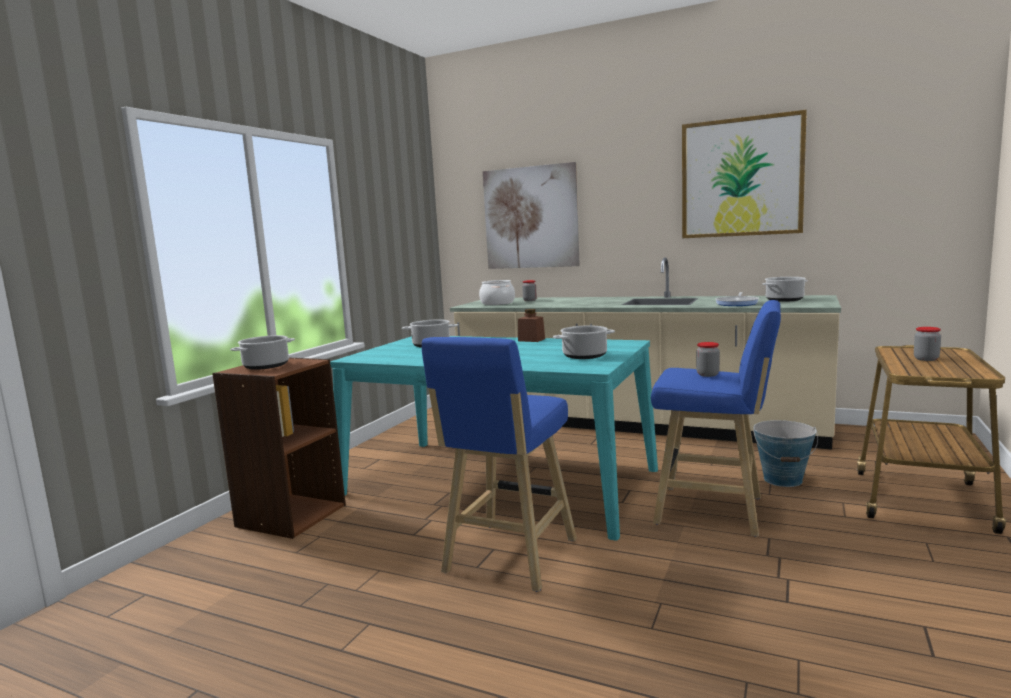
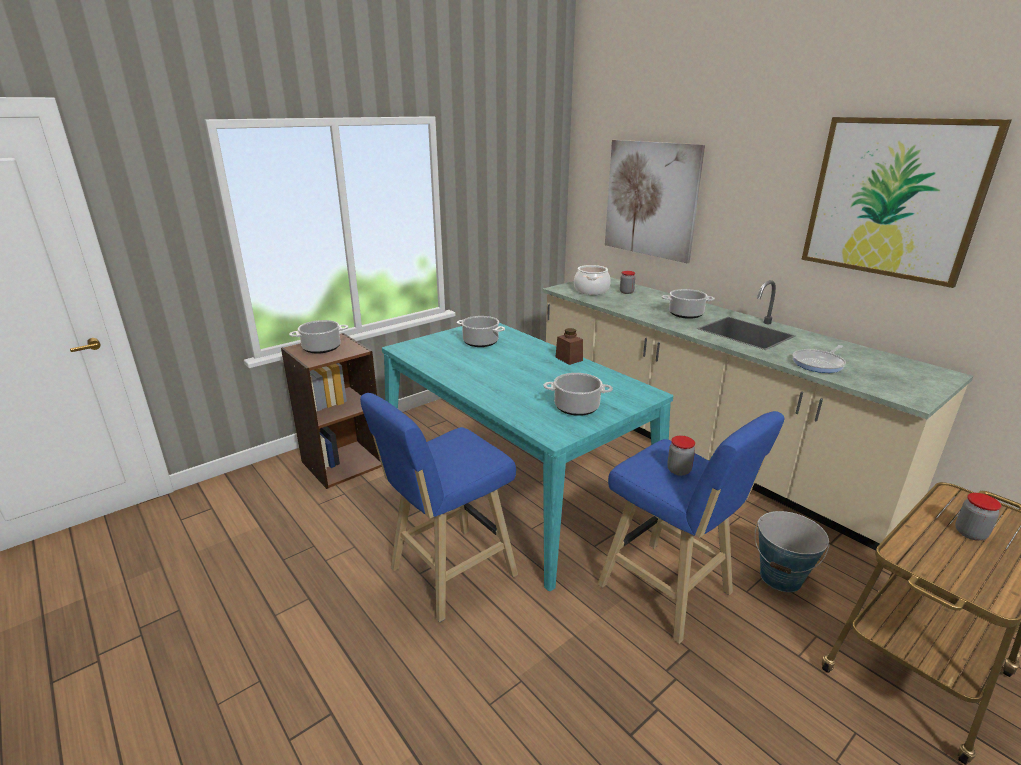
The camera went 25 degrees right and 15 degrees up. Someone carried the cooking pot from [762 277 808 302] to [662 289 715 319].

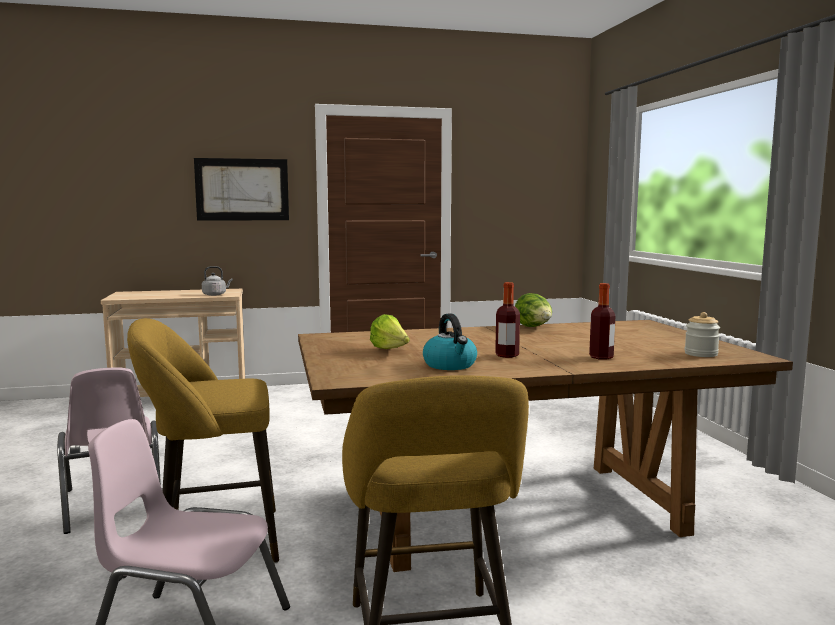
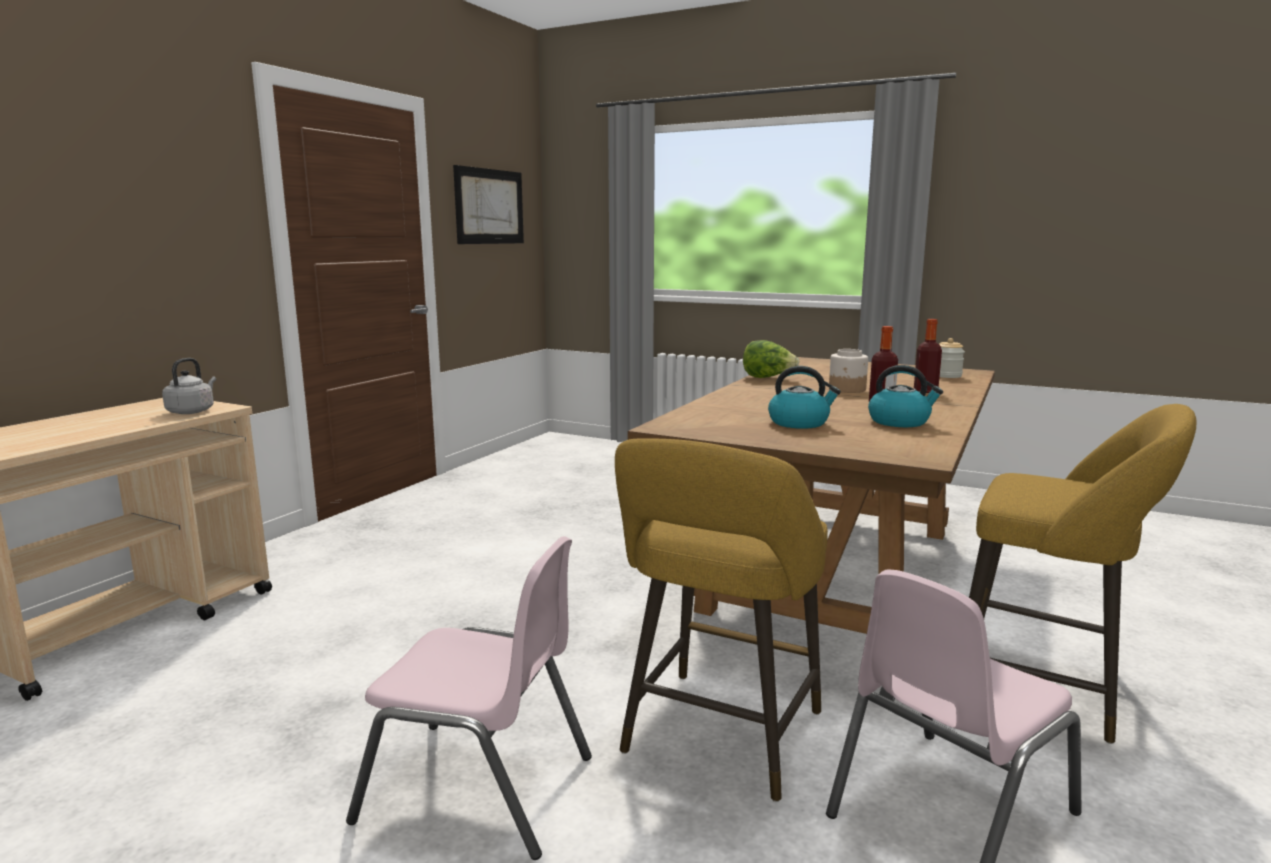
The camera went 50 degrees left and 5 degrees up. Someone carried the picture from [194 158 289 221] to [453 165 524 244]. Someone swapped the lettuce at [370 314 410 349] for the kettle at [768 366 841 429]. Someone put down the jar at [829 349 868 393].

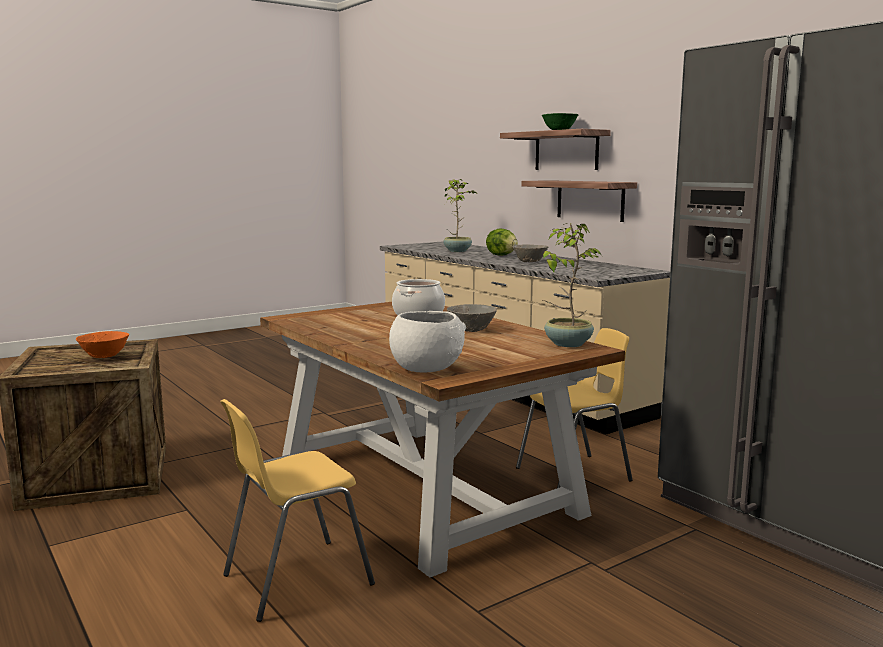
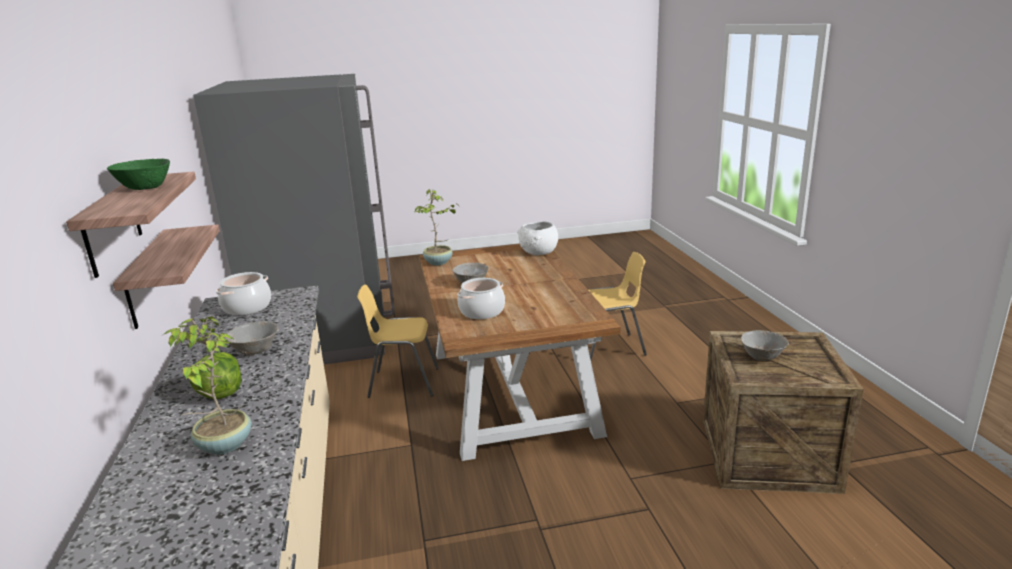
The camera went 155 degrees left and 10 degrees up. Someone put down the cooking pot at [216 272 271 315]. Someone repainted the orange bowl at [76 331 129 358], which became the grey bowl at [741 330 789 361].

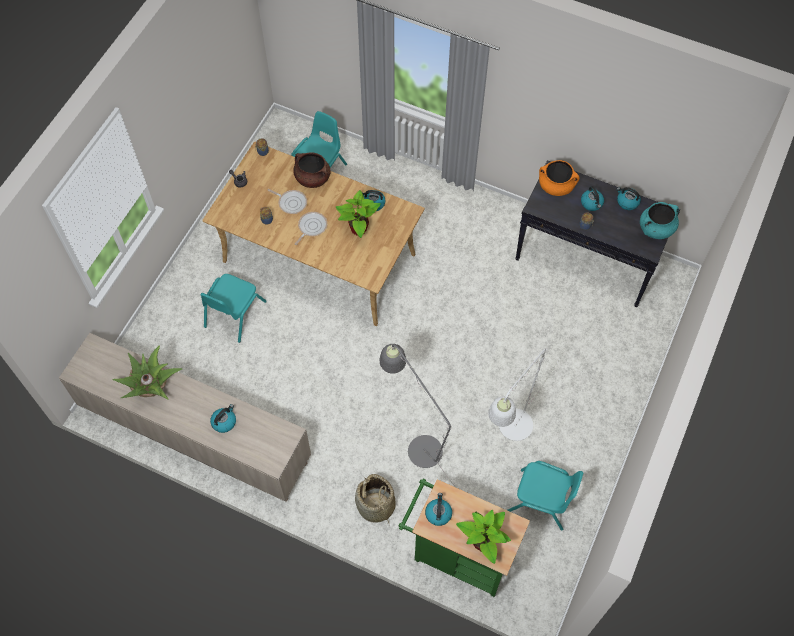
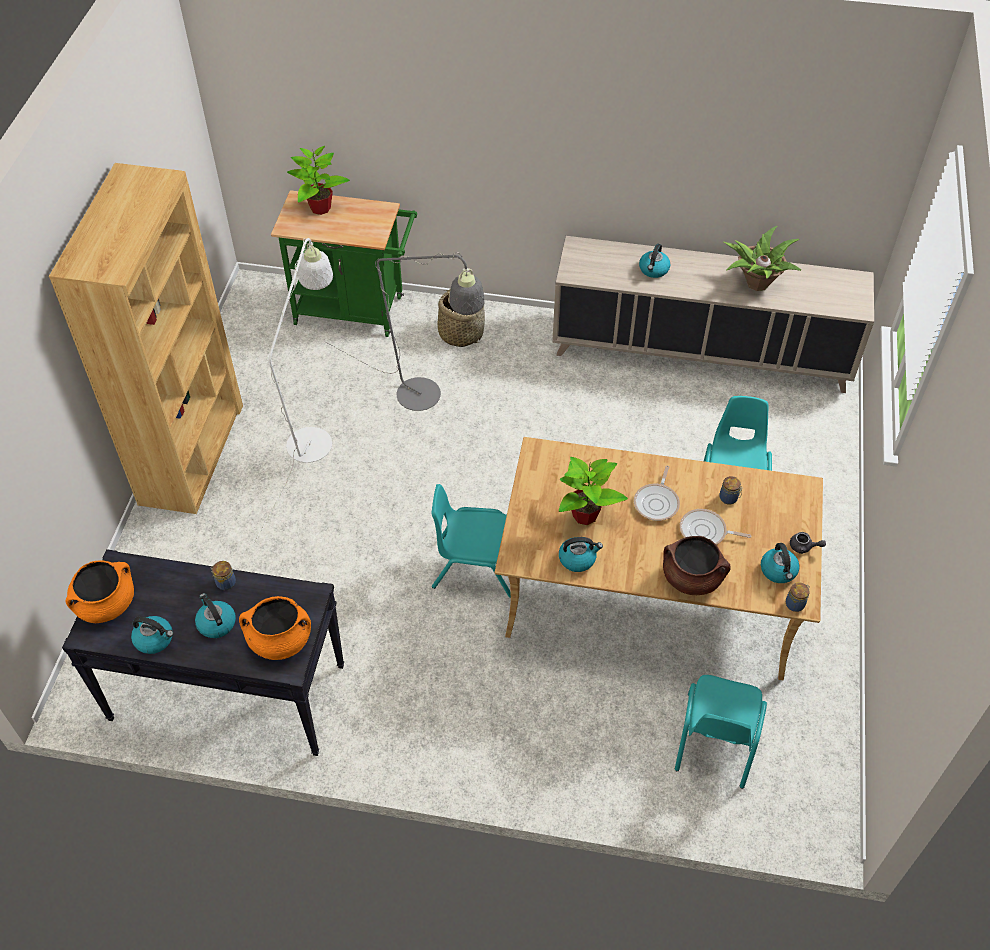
The camera went 165 degrees right and 10 degrees down. Someone put down the brown bookcase at [49 163 243 514]. Someone repainted the turquoise cooking pot at [640 202 679 239], which became the orange cooking pot at [65 560 134 623]. Someone carried the turquoise chair from [507 461 583 531] to [432 484 511 598]. Someone carried the kettle from [425 493 452 526] to [761 543 800 583].

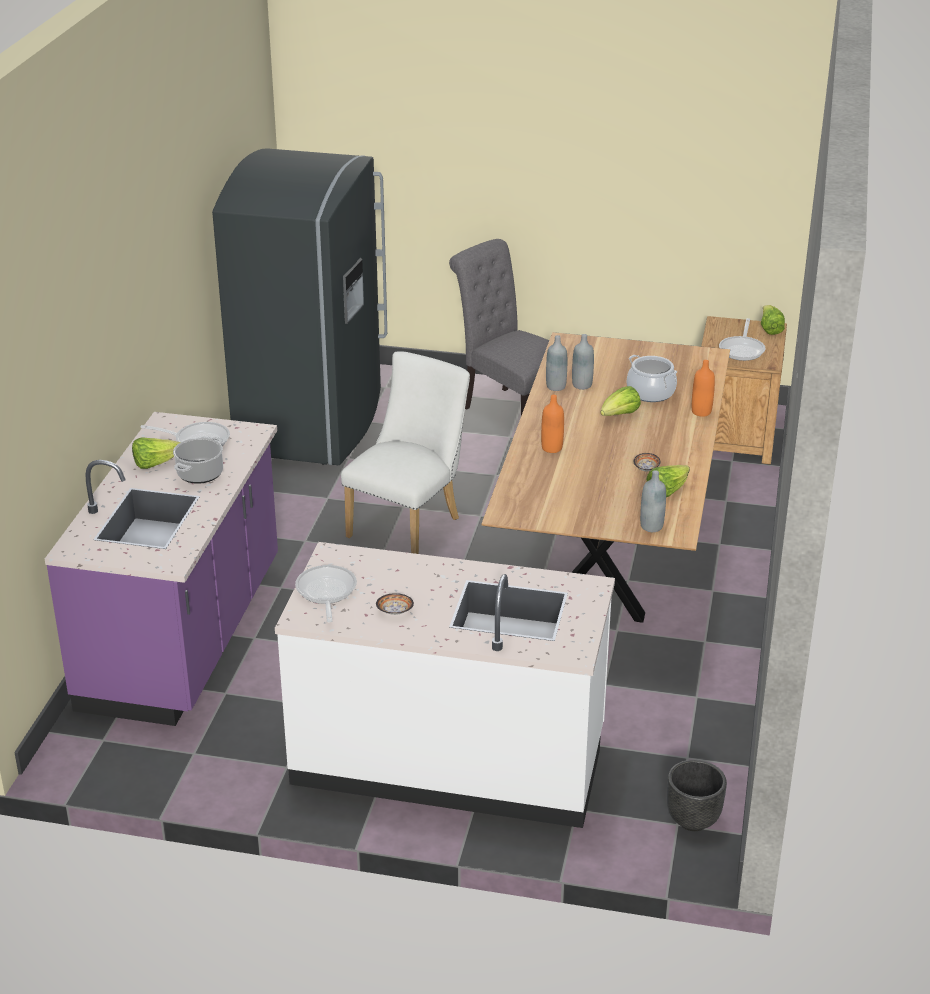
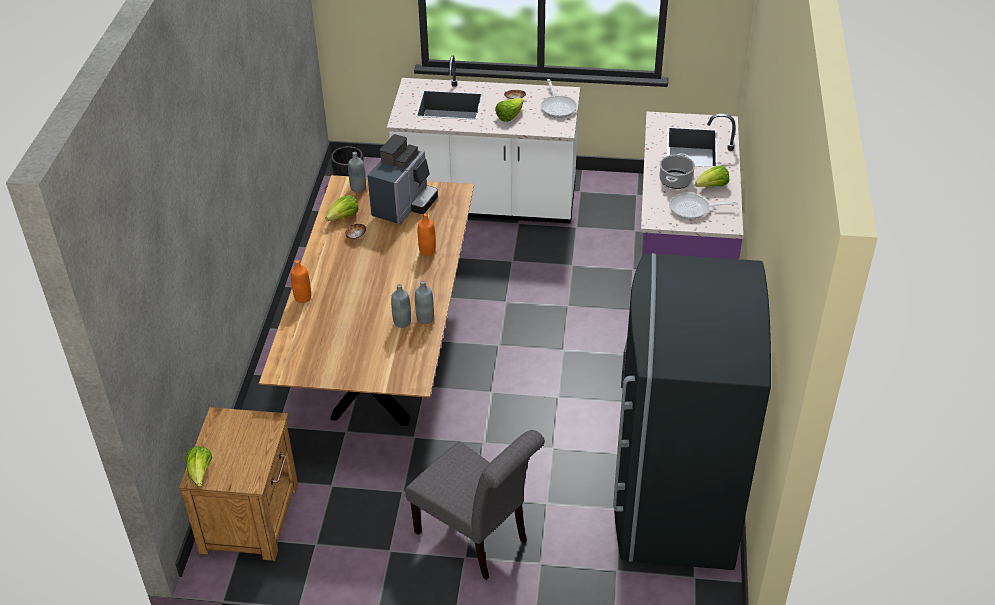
The camera went 175 degrees right and 10 degrees up. Someone put down the coffee machine at [367 134 438 225]. Someone carried the lettuce from [601 386 641 416] to [495 98 524 122]. Someone took away the white chair at [341 351 470 554]. Someone took away the cooking pot at [627 355 677 402]. Someone took away the frying pan at [719 318 765 361].

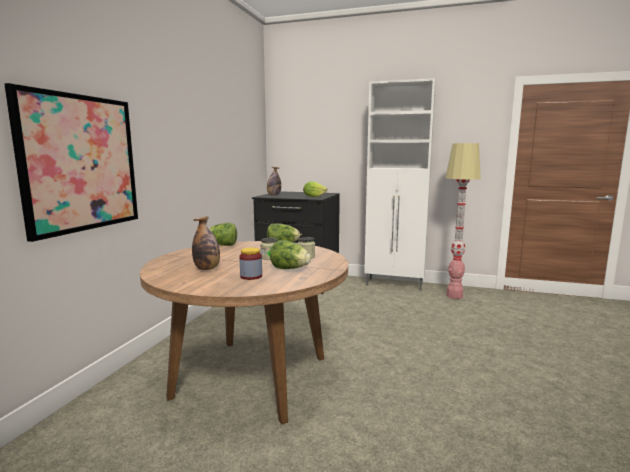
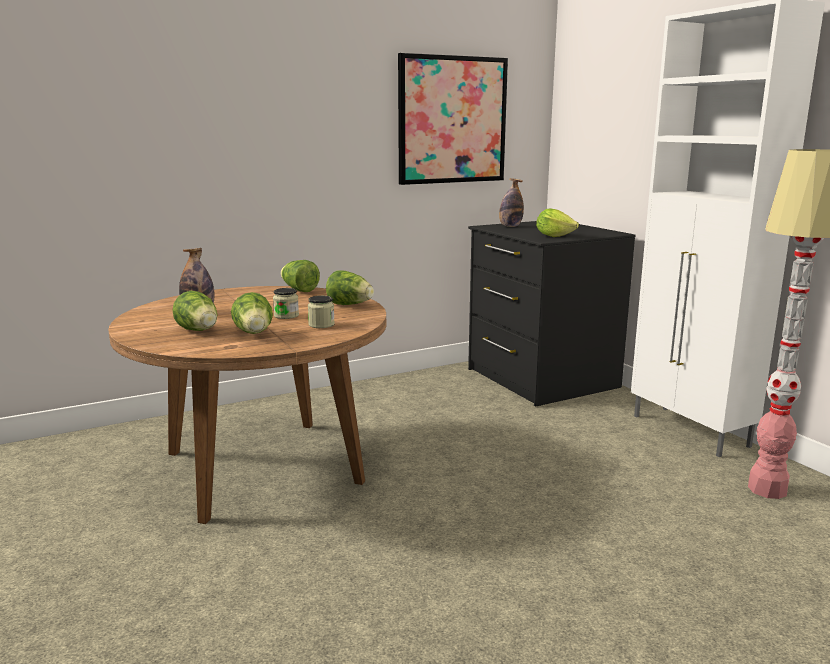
The camera went 45 degrees right and 5 degrees up. Someone swapped the jar at [239 248 262 280] for the lettuce at [172 291 217 331]. Someone carried the picture from [4 83 138 242] to [398 53 508 185].

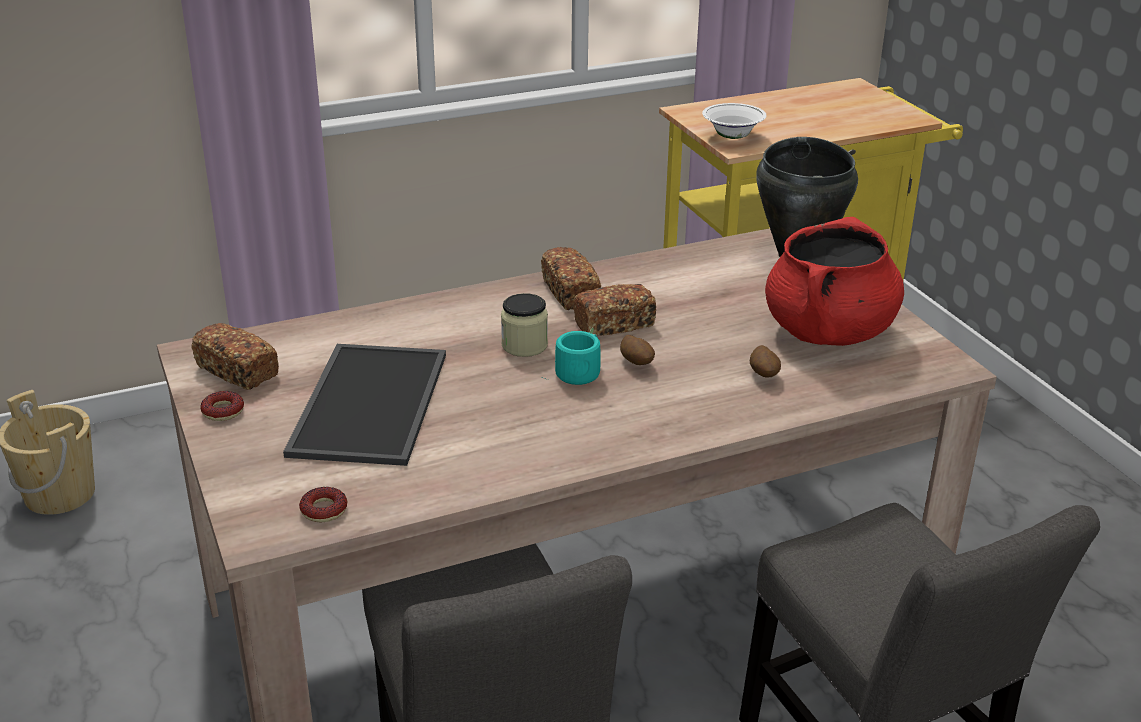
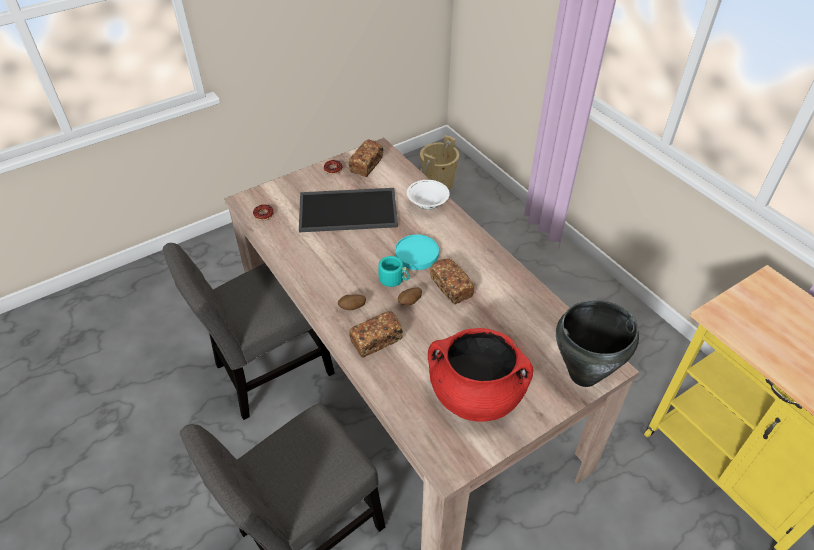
The camera went 80 degrees right and 15 degrees up. Someone carried the potato from [750 345 781 378] to [338 294 366 310]. Someone carried the bread from [541 247 601 310] to [349 311 403 358]. Someone swapped the jar at [501 293 548 357] for the turquoise plate at [395 235 439 270]. Someone carried the white bowl from [702 103 767 139] to [407 180 450 210].

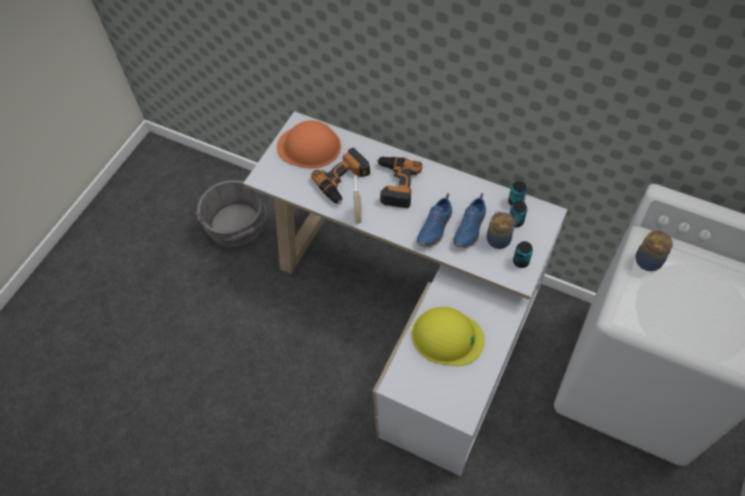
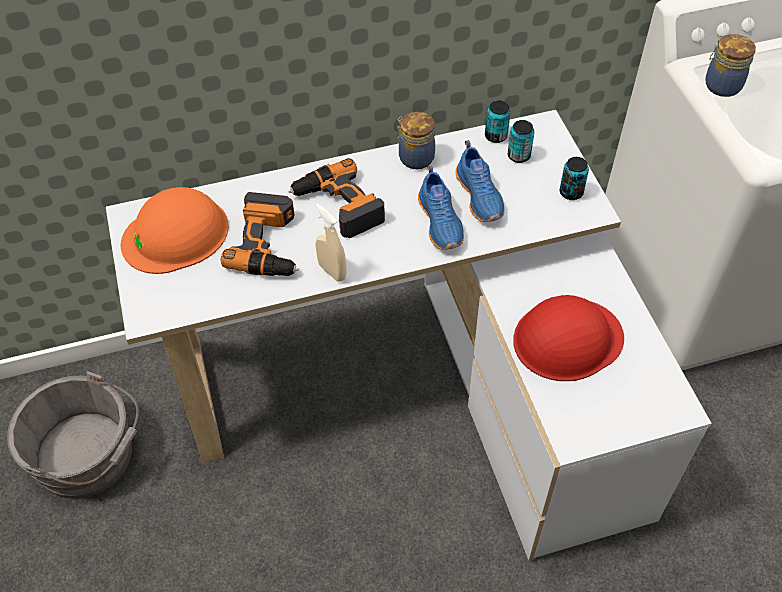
The camera went 45 degrees left and 5 degrees down. Someone carried the jar from [487 211 514 249] to [396 112 435 169]. Someone repainted the yellow hard hat at [412 307 485 366], which became the red hard hat at [513 295 624 381].

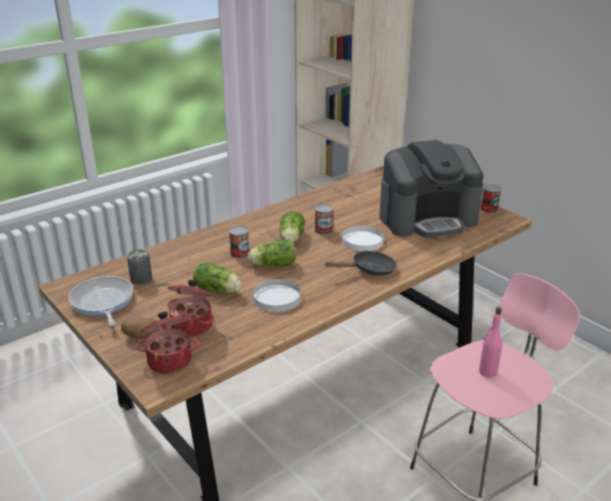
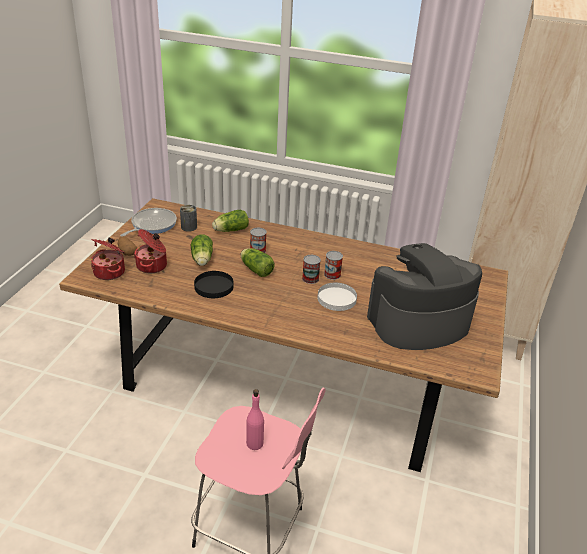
The camera went 55 degrees right and 5 degrees up. Someone repainted the white plate at [253 279 300 312], which became the black plate at [194 271 233 298]. Someone carried the lettuce from [279 211 305 243] to [212 210 249 232]. Someone carried the can from [481 184 501 213] to [302 255 321 284]. Someone rotated the coffee machine at [379 140 484 238] by 120 degrees clockwise. Someone took away the black frying pan at [325 251 397 276].

